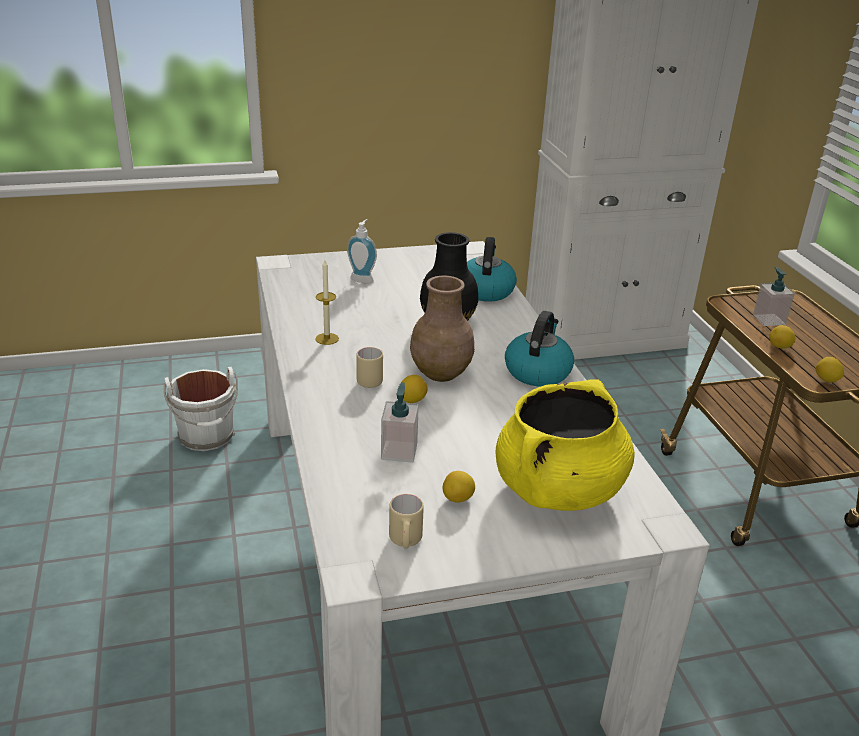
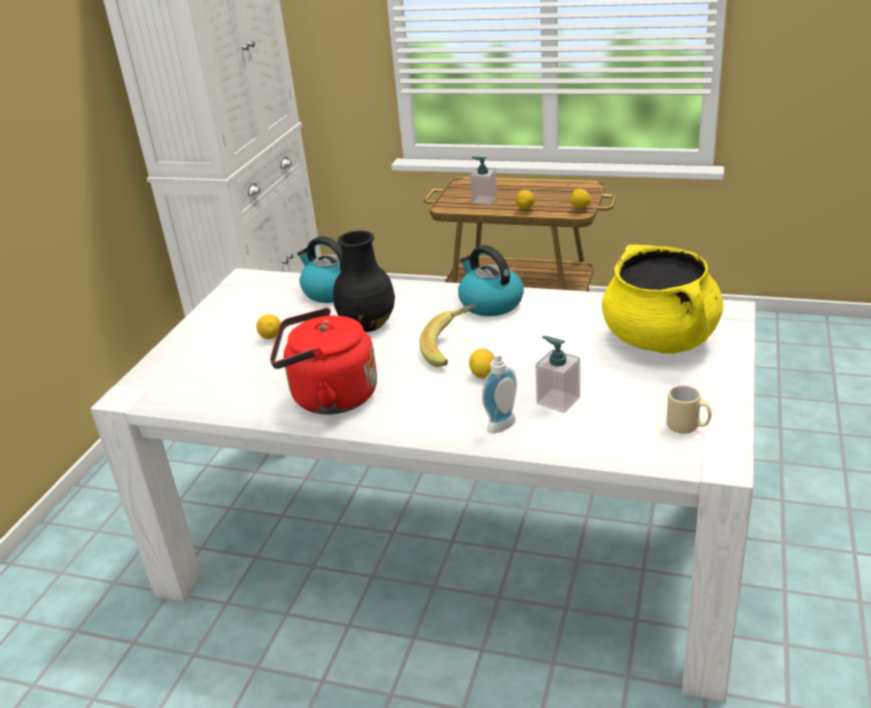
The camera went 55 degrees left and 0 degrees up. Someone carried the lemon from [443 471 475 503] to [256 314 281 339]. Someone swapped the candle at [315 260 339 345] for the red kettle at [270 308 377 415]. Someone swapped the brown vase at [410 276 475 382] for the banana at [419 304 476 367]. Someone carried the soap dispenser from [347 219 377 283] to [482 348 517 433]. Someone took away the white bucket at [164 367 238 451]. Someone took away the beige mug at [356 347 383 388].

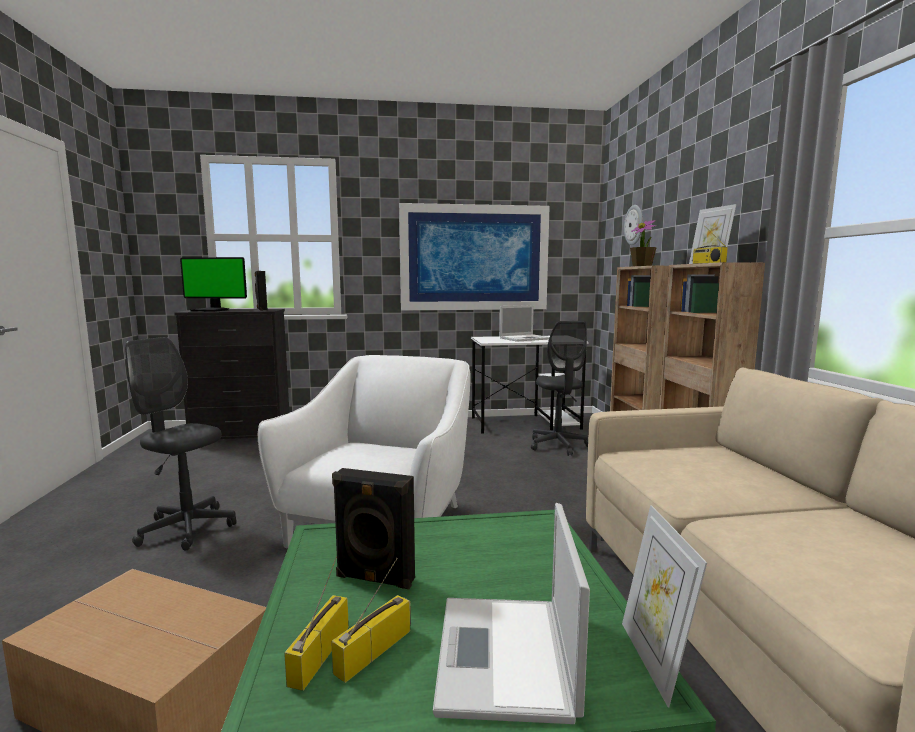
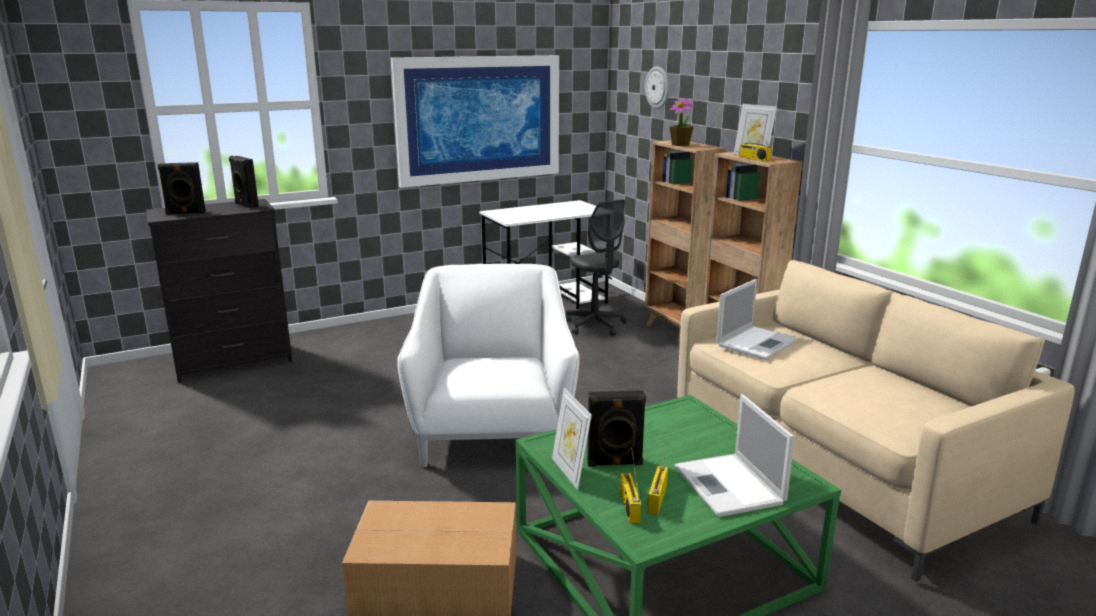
The camera went 20 degrees left and 10 degrees up. Someone swapped the monitor at [180 257 247 312] for the black speaker at [157 162 206 215]. Someone carried the picture frame from [622 505 707 707] to [552 388 592 490]. Someone carried the laptop from [499 305 550 342] to [716 279 799 360]. Someone took away the grey office chair at [125 337 237 551].

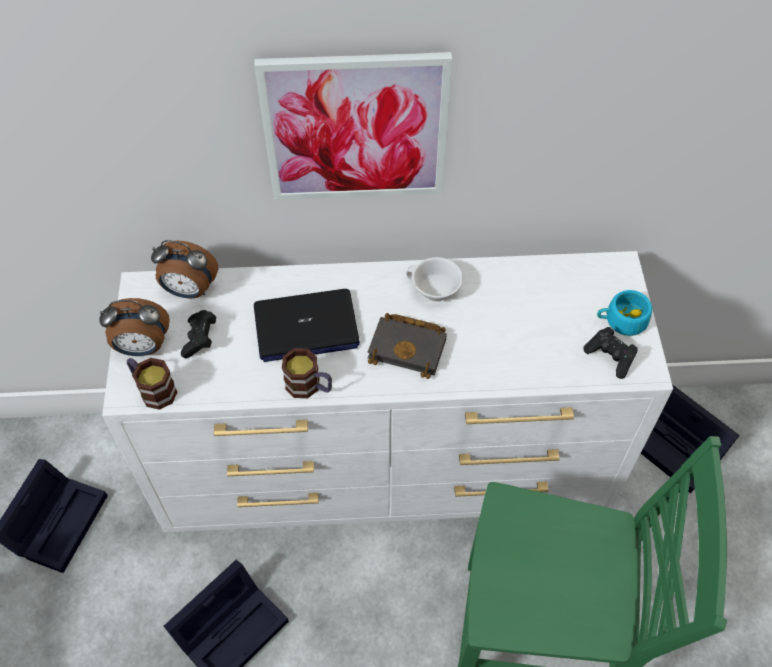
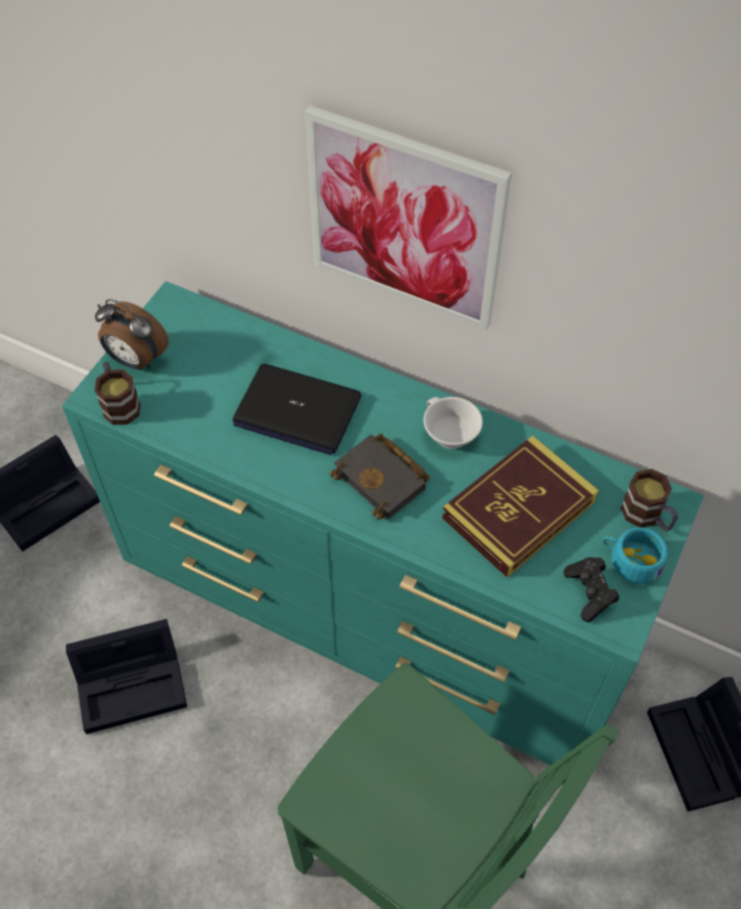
The camera went 30 degrees right and 0 degrees up. Someone repainted the white dresser at [102 251 673 533], which became the turquoise dresser at [62 281 704 766]. Someone put down the book at [442 435 599 577]. Someone carried the mug from [282 348 332 398] to [621 469 678 532]. Someone took away the alarm clock at [151 240 218 299]. Someone took away the black game controller at [181 310 216 358].

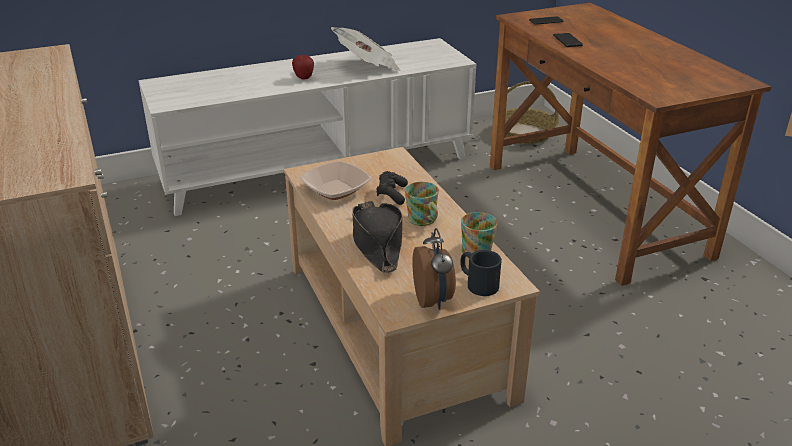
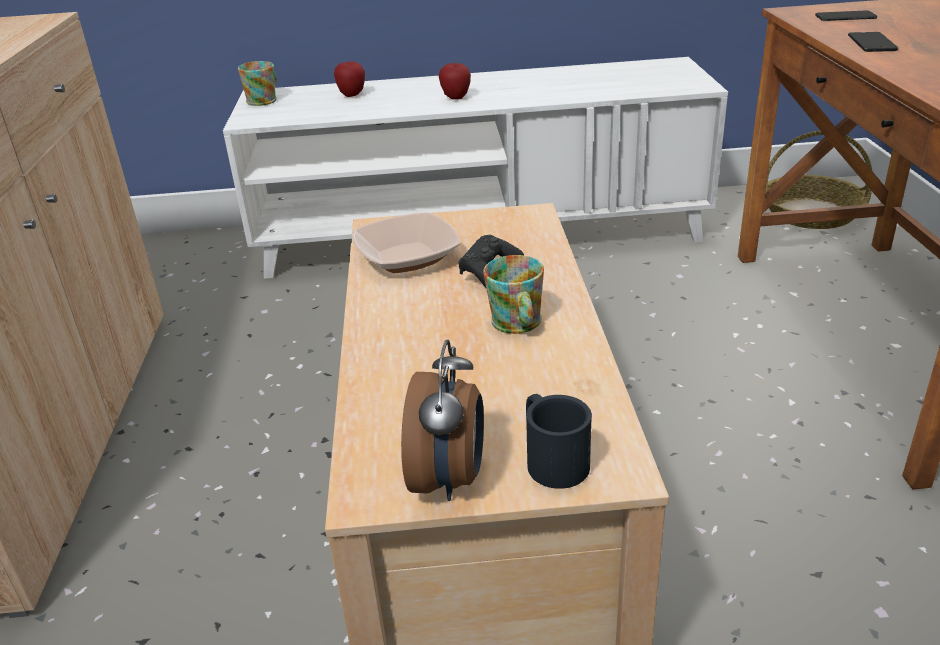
The camera went 20 degrees right and 0 degrees up. Someone carried the mug from [461 212 497 258] to [238 61 277 106]. Someone put down the apple at [334 61 365 97]. Someone took away the newspaper at [331 27 400 71]. Someone took away the black hat at [352 201 403 273].

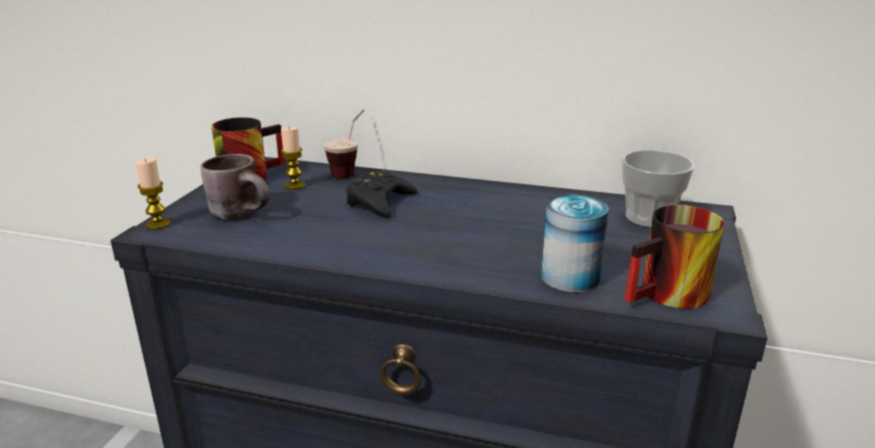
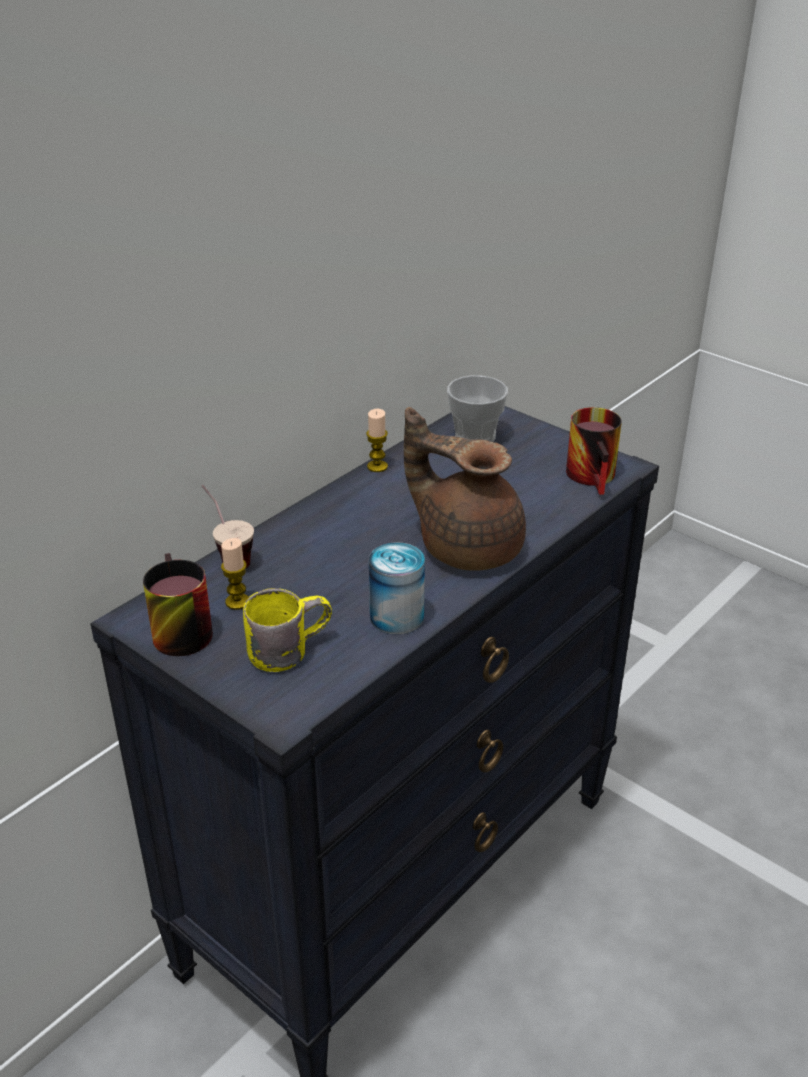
The camera went 65 degrees left and 10 degrees up. Someone repainted the brown mug at [200 154 269 220], which became the yellow mug at [243 588 332 672]. Someone carried the candle from [136 158 170 229] to [366 409 388 472]. Someone carried the can from [541 195 608 292] to [369 542 425 634]. Someone put down the brown teapot at [404 407 526 571]. Someone took away the black game controller at [346 171 417 218].

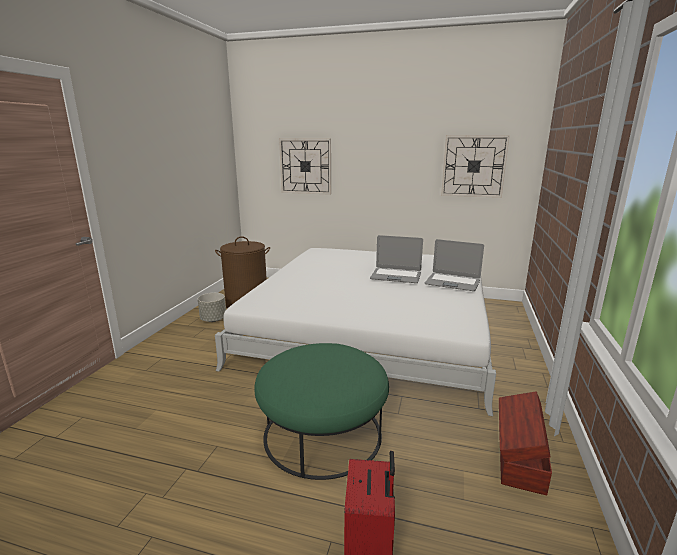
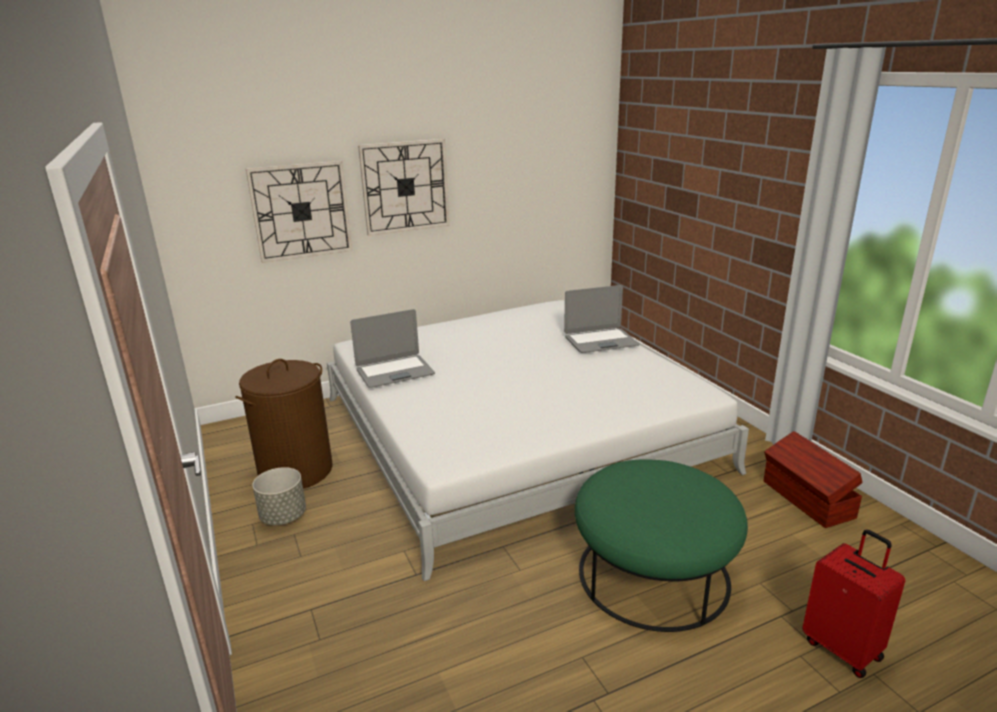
The camera went 40 degrees left and 5 degrees up. Someone carried the laptop from [370 235 423 283] to [350 309 435 388]. Someone carried the wall clock from [441 135 510 198] to [358 139 449 236].

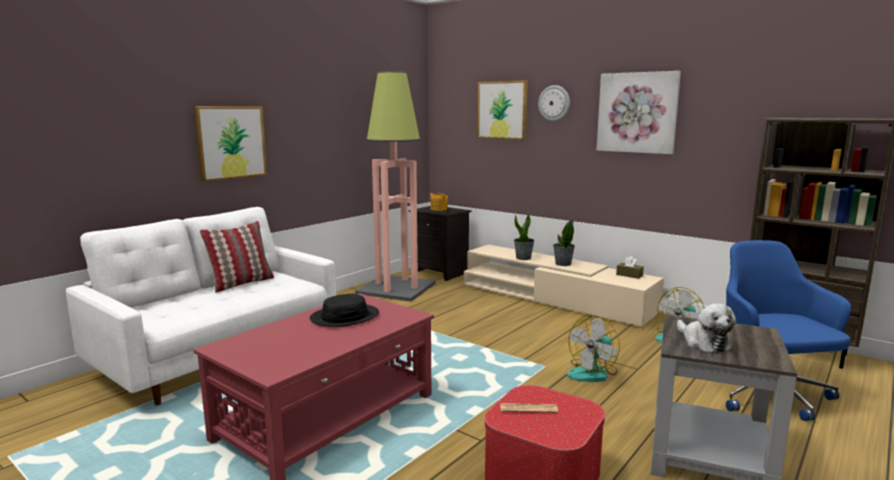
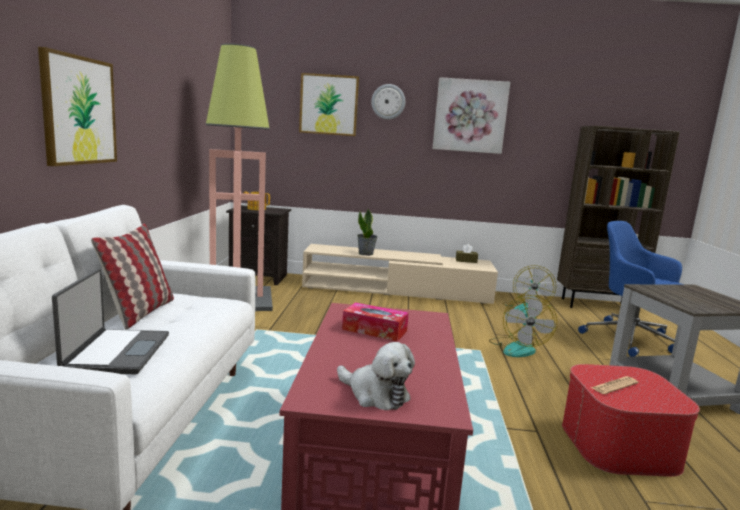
The camera went 35 degrees left and 0 degrees up. Someone put down the laptop at [52 269 169 374]. Someone carried the plush toy from [677 303 736 353] to [337 342 415 410]. Someone swapped the black hat at [310 294 379 327] for the tissue box at [342 302 409 342]. Someone took away the potted plant at [553 218 575 266].

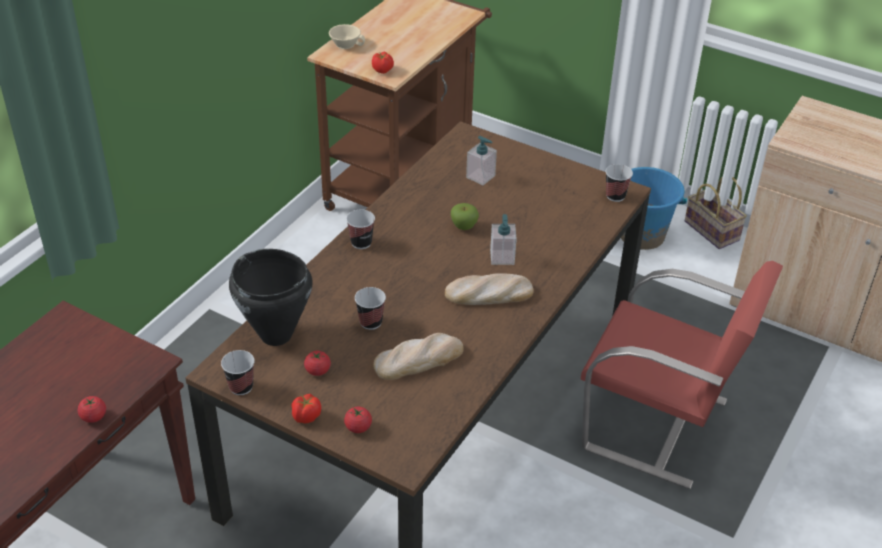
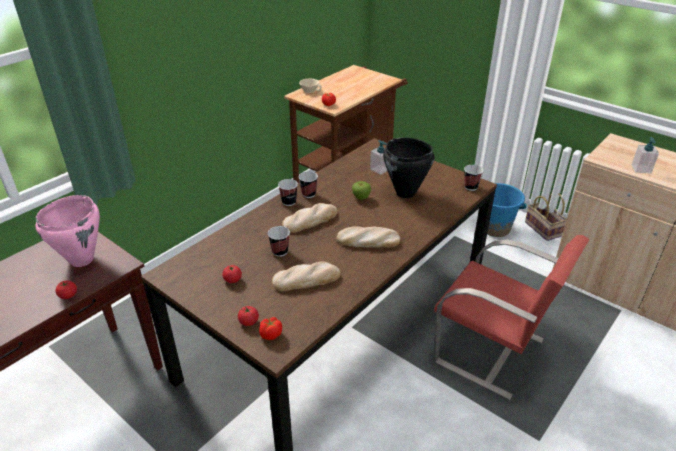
The camera went 10 degrees right and 5 degrees down. Someone put down the pink cooking pot at [35 195 100 267]. Someone carried the tomato from [291 394 321 424] to [259 317 282 340]. Someone put down the bread at [282 203 338 233]. Someone carried the cup from [221 350 255 395] to [299 171 318 198]. Someone carried the black cooking pot from [229 249 313 346] to [383 137 435 198]. Someone carried the soap dispenser from [490 214 517 265] to [632 137 659 174].

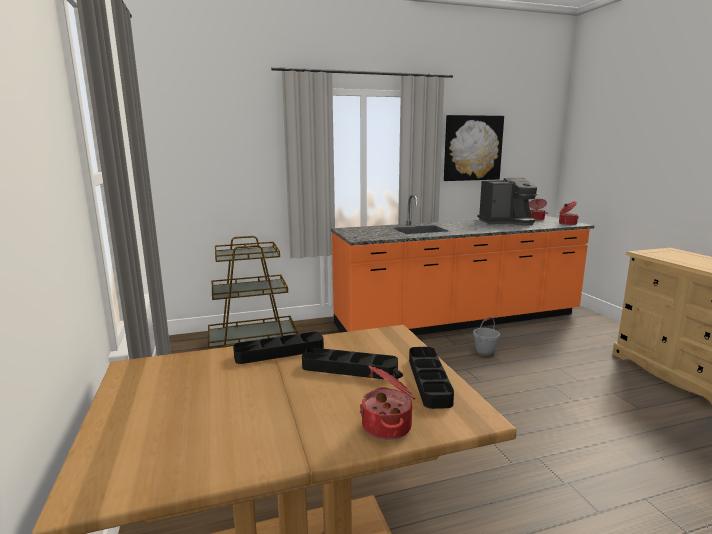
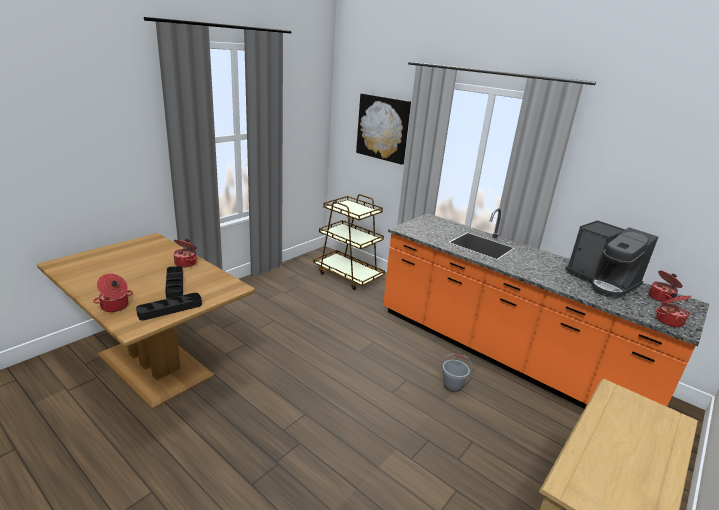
The camera went 55 degrees right and 10 degrees up. Someone swapped the black tray at [233 332 324 364] for the cooking pot at [174 239 197 268]. Someone carried the picture from [444 115 504 181] to [356 94 411 165].

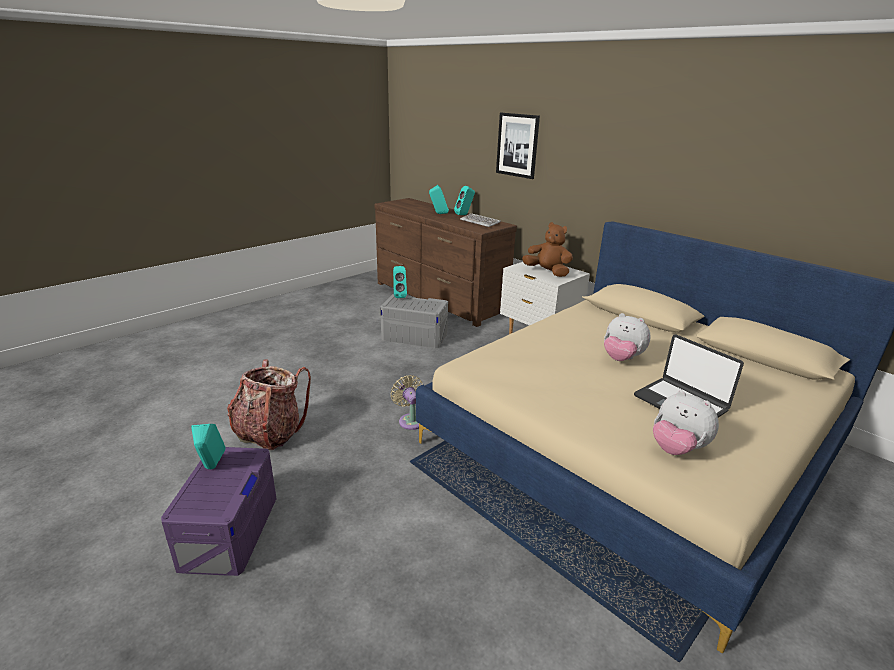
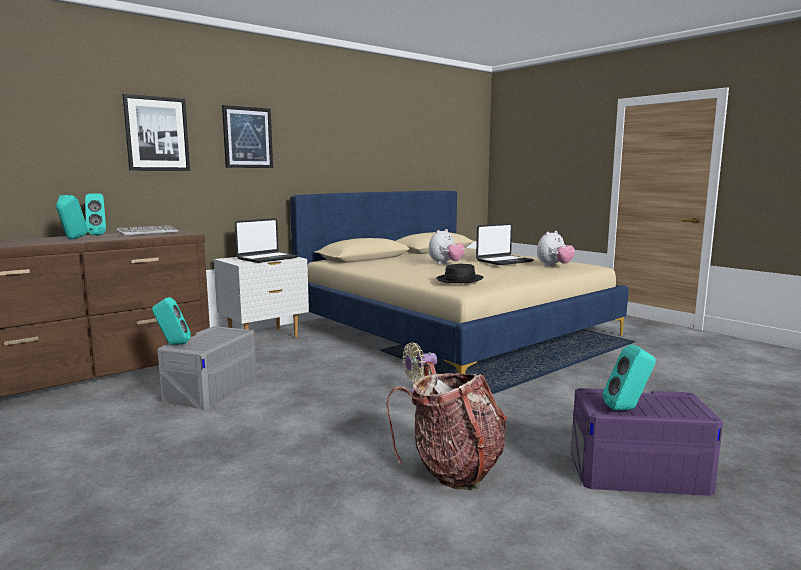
The camera went 85 degrees left and 15 degrees down. Someone put up the picture at [222 105 273 168]. Someone swapped the brown plush toy at [522 222 573 277] for the laptop at [235 218 298 263]. Someone put down the black hat at [436 264 483 283].

